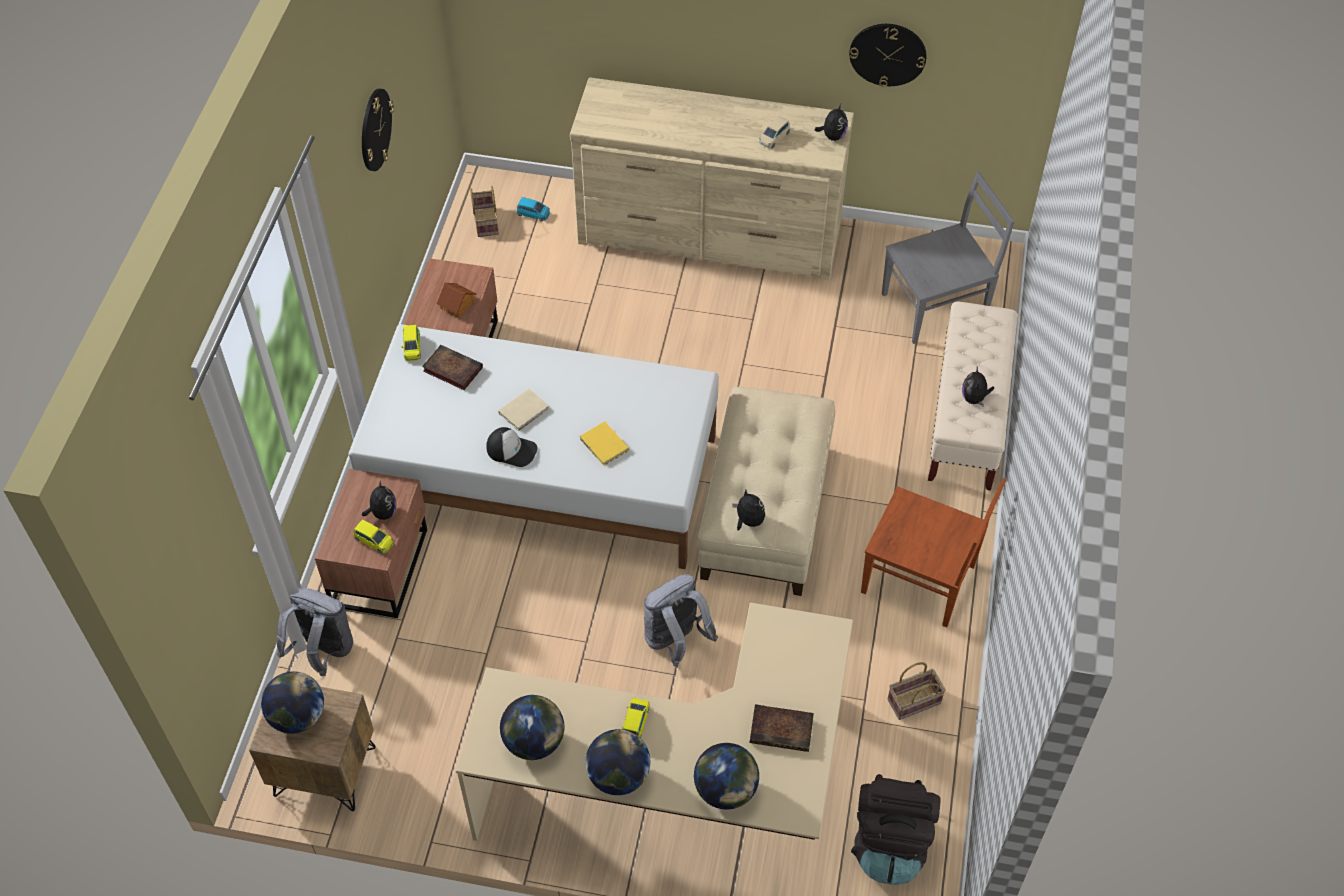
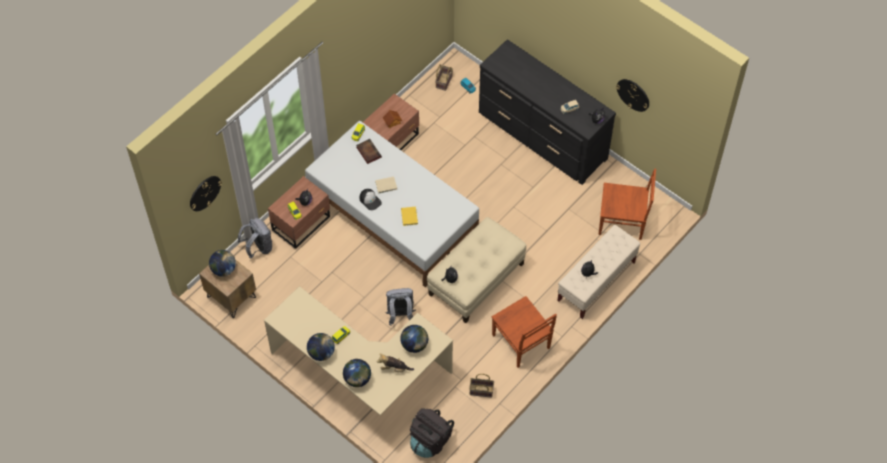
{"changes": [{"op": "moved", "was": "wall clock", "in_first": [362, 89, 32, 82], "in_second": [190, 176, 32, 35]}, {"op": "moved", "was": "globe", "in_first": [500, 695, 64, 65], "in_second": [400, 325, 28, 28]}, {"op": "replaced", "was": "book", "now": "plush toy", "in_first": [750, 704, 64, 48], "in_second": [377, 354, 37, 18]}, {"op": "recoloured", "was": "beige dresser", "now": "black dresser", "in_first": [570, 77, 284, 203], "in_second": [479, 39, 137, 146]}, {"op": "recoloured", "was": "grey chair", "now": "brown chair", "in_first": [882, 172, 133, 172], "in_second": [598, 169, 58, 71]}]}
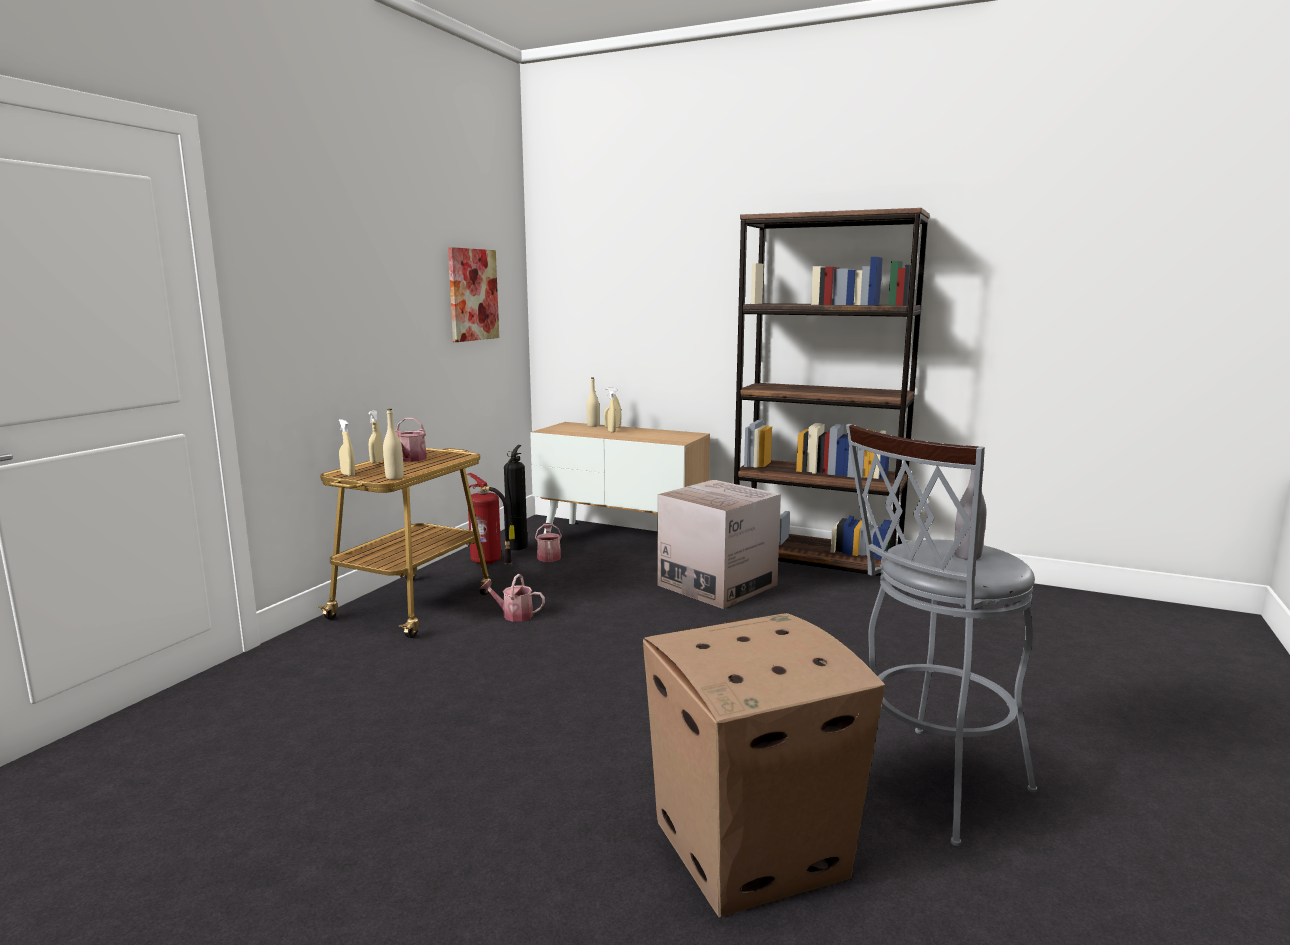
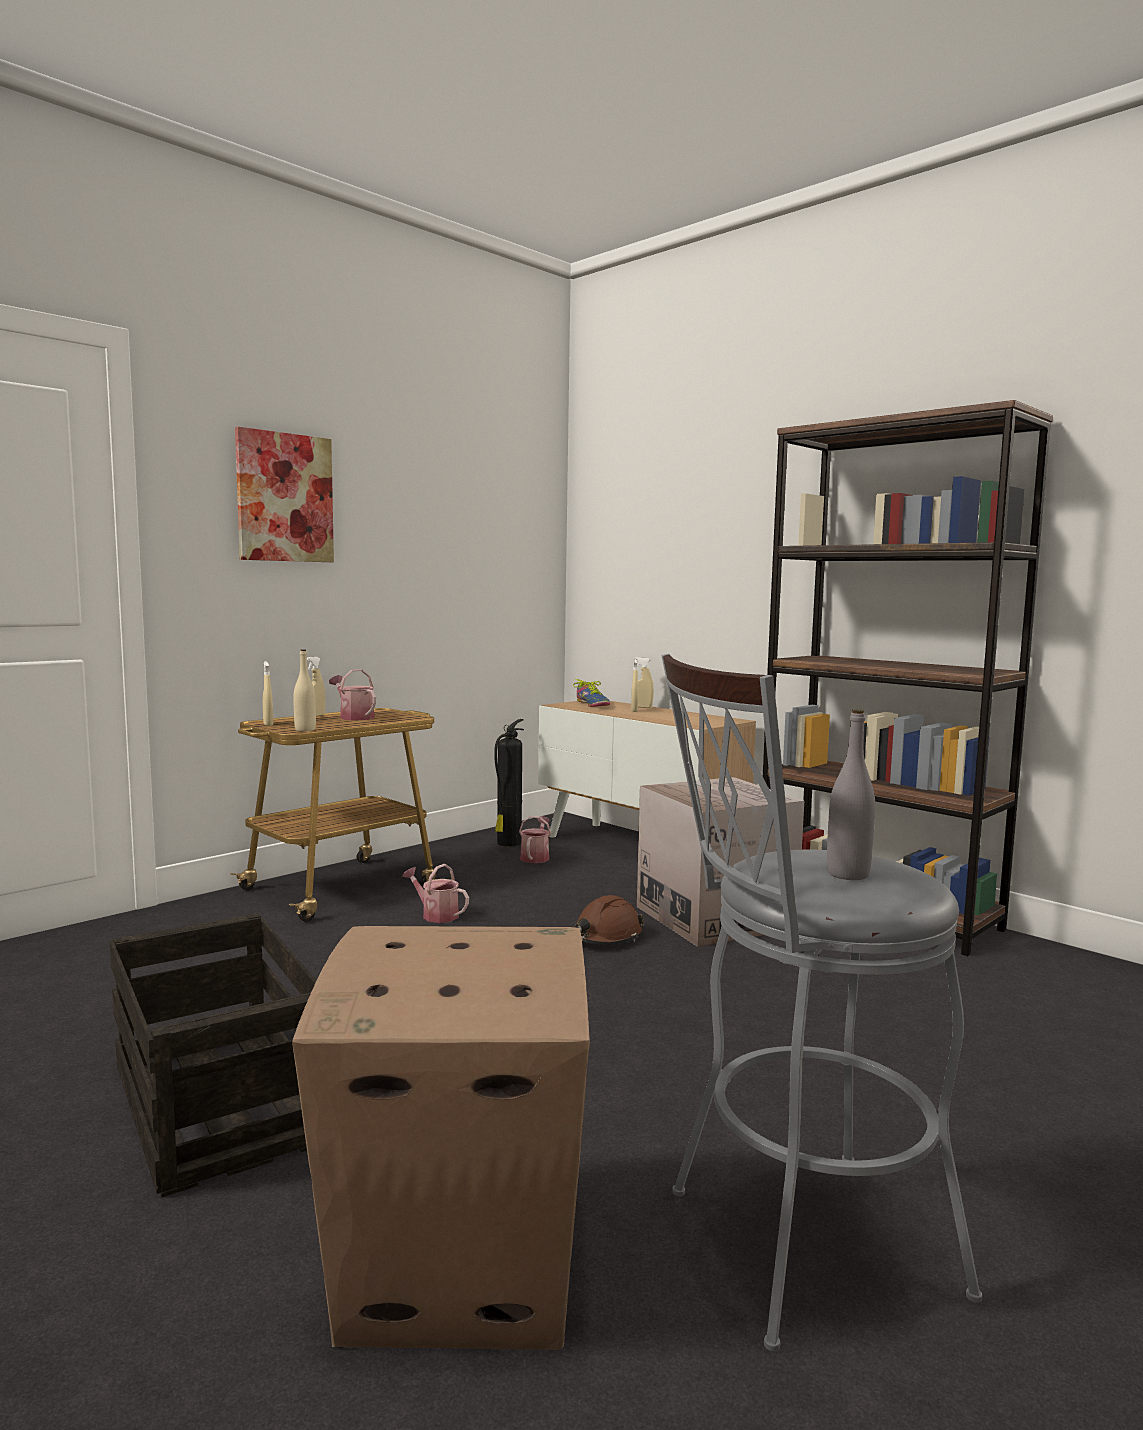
{"changes": [{"op": "removed", "was": "fire extinguisher", "in_first": [467, 473, 45, 91]}, {"op": "removed", "was": "beige bottle", "in_first": [587, 377, 12, 50]}, {"op": "added", "now": "crate", "in_second": [109, 913, 208, 284]}, {"op": "added", "now": "brown hard hat", "in_second": [572, 895, 72, 50]}, {"op": "added", "now": "shoe", "in_second": [573, 679, 37, 28]}, {"op": "moved", "was": "picture", "in_first": [448, 247, 51, 95], "in_second": [235, 427, 99, 135]}, {"op": "turned", "was": "watering can", "in_first": [396, 418, 31, 44], "in_second": [329, 669, 47, 51], "clockwise": 105}]}
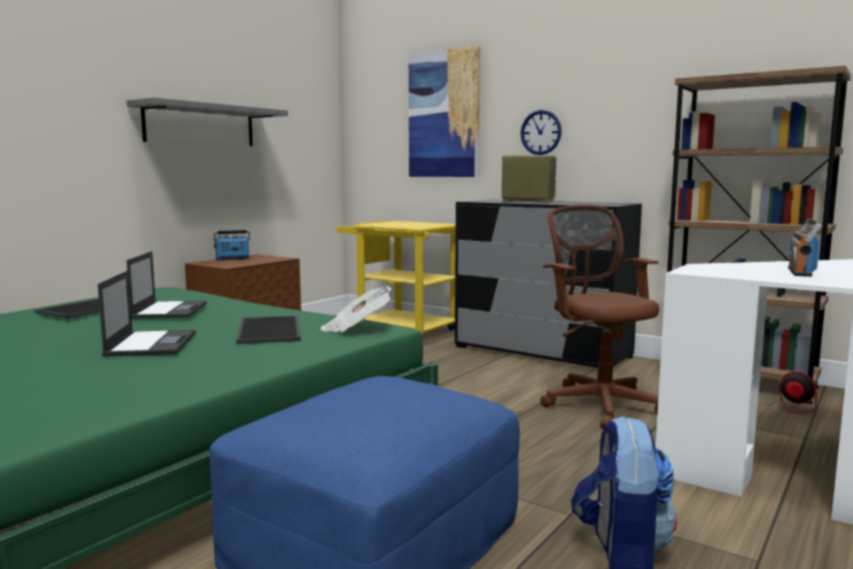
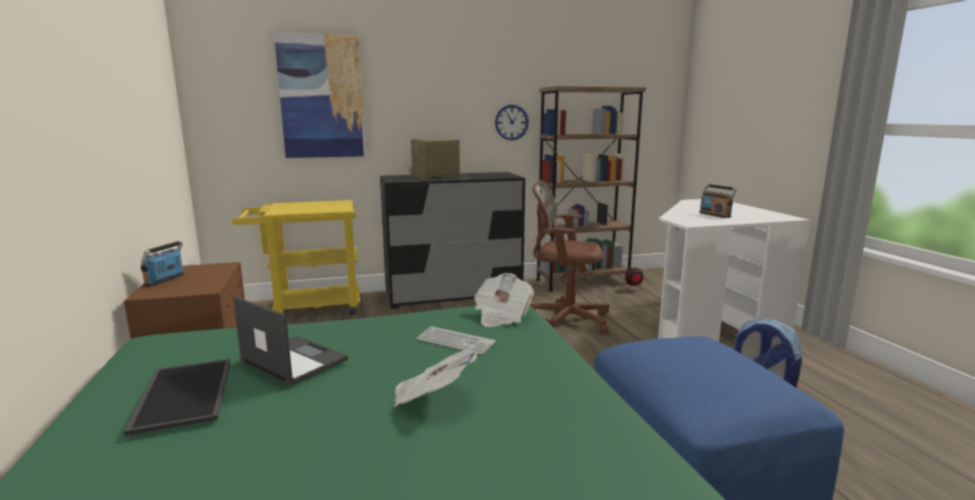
{"changes": [{"op": "removed", "was": "grey shelf", "in_first": [127, 97, 161, 49]}, {"op": "moved", "was": "wall clock", "in_first": [521, 110, 41, 45], "in_second": [495, 104, 34, 36]}, {"op": "replaced", "was": "laptop", "now": "newspaper", "in_first": [98, 270, 98, 86], "in_second": [393, 348, 84, 59]}, {"op": "replaced", "was": "tray", "now": "keyboard", "in_first": [236, 315, 65, 29], "in_second": [416, 326, 80, 29]}]}
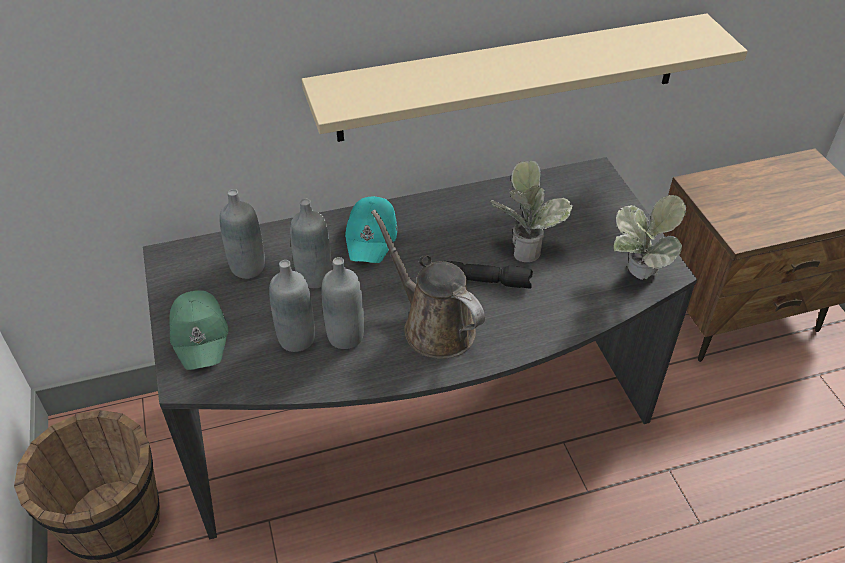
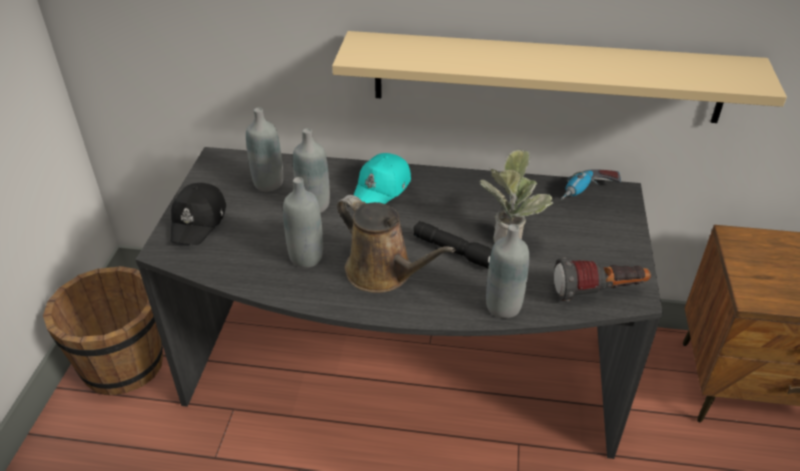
{"changes": [{"op": "added", "now": "power drill", "in_second": [561, 169, 60, 31]}, {"op": "moved", "was": "grey bottle", "in_first": [269, 260, 46, 92], "in_second": [486, 224, 43, 94]}, {"op": "replaced", "was": "potted plant", "now": "flashlight", "in_first": [614, 195, 73, 85], "in_second": [554, 257, 97, 45]}, {"op": "recoloured", "was": "green cap", "now": "black cap", "in_first": [169, 290, 59, 80], "in_second": [171, 183, 55, 62]}, {"op": "turned", "was": "brown watering can", "in_first": [371, 209, 114, 150], "in_second": [337, 195, 118, 98], "clockwise": 150}]}
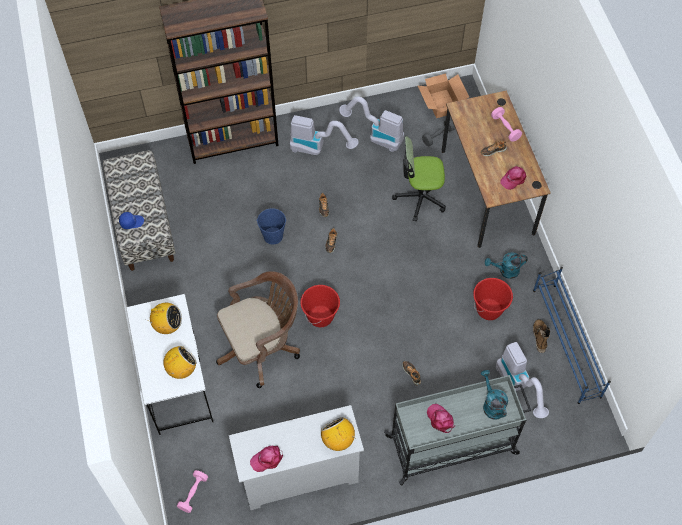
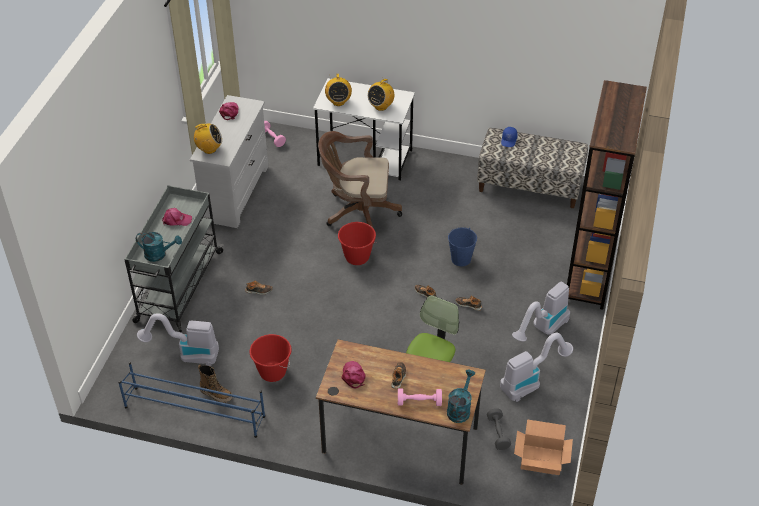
{"changes": [{"op": "moved", "was": "turquoise watering can", "in_first": [485, 252, 42, 27], "in_second": [447, 369, 29, 54]}, {"op": "turned", "was": "brown office chair", "in_first": [216, 271, 84, 117], "in_second": [318, 131, 84, 96], "clockwise": 90}]}
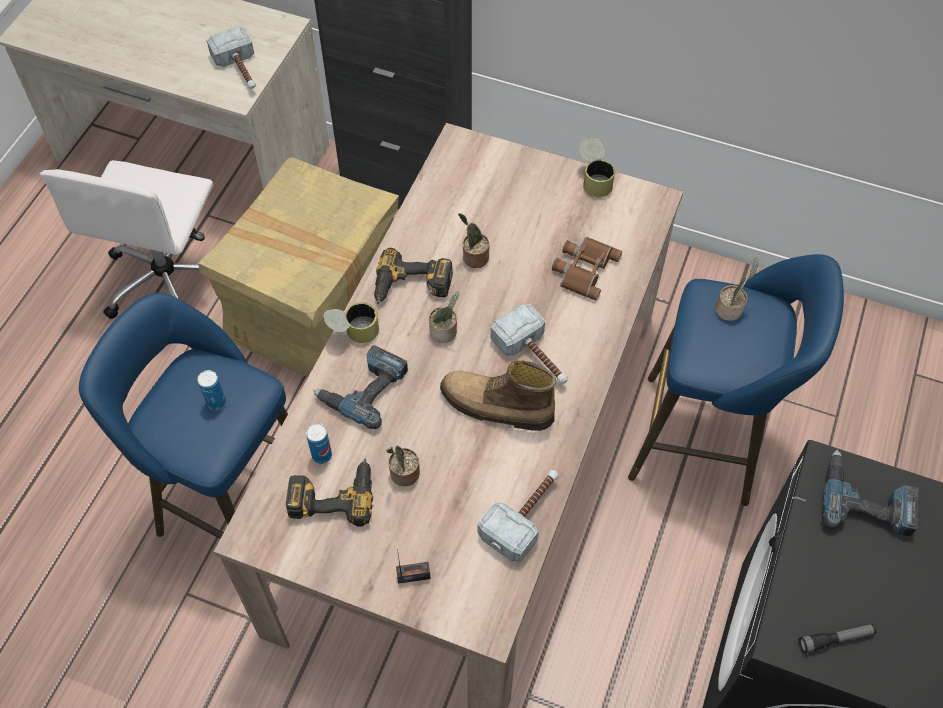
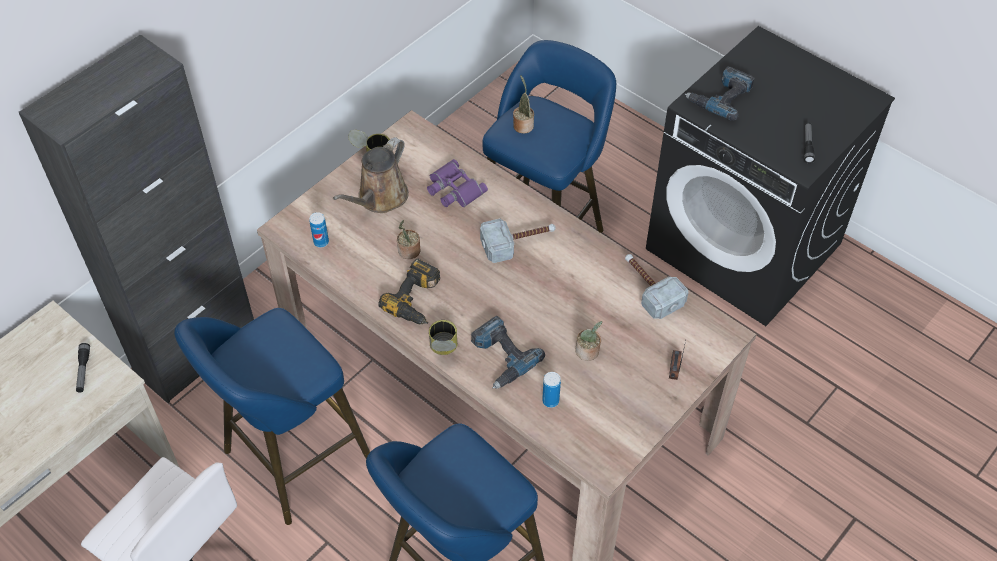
{"changes": [{"op": "removed", "was": "power drill", "in_first": [286, 459, 87, 68]}, {"op": "removed", "was": "potted plant", "in_first": [429, 291, 30, 52]}, {"op": "removed", "was": "boot", "in_first": [440, 360, 116, 71]}, {"op": "added", "now": "brown watering can", "in_second": [333, 137, 76, 76]}, {"op": "moved", "was": "can", "in_first": [197, 370, 29, 40], "in_second": [309, 212, 20, 36]}, {"op": "replaced", "was": "cardboard box", "now": "blue stool", "in_first": [198, 157, 201, 220], "in_second": [174, 308, 196, 217]}, {"op": "replaced", "was": "hammer", "now": "flashlight", "in_first": [207, 27, 49, 62], "in_second": [76, 343, 14, 50]}, {"op": "recoloured", "was": "brown binoculars", "now": "purple binoculars", "in_first": [552, 237, 70, 63], "in_second": [427, 159, 61, 48]}]}
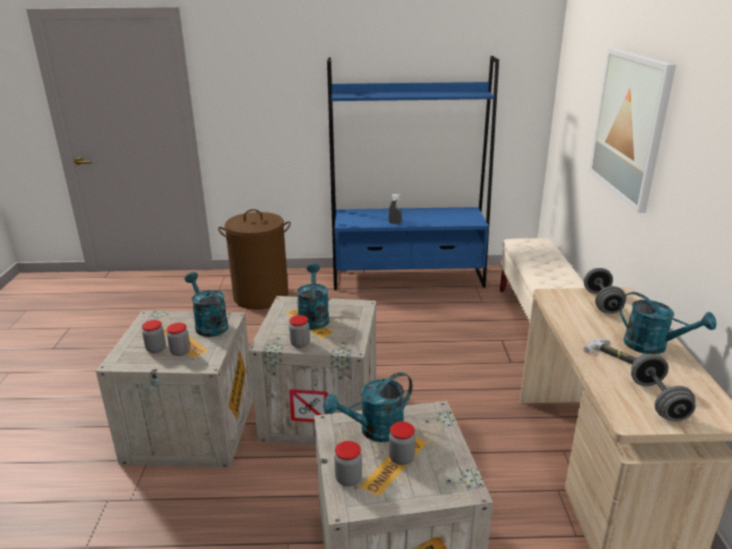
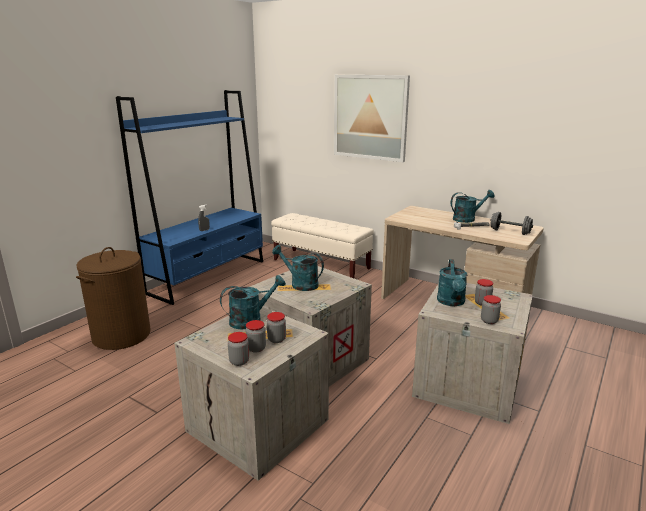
{"changes": [{"op": "removed", "was": "grey dumbbell", "in_first": [584, 268, 42, 46]}, {"op": "moved", "was": "jar", "in_first": [289, 315, 21, 33], "in_second": [228, 332, 21, 34]}, {"op": "turned", "was": "turquoise watering can", "in_first": [185, 272, 43, 65], "in_second": [220, 275, 66, 54], "clockwise": 150}]}
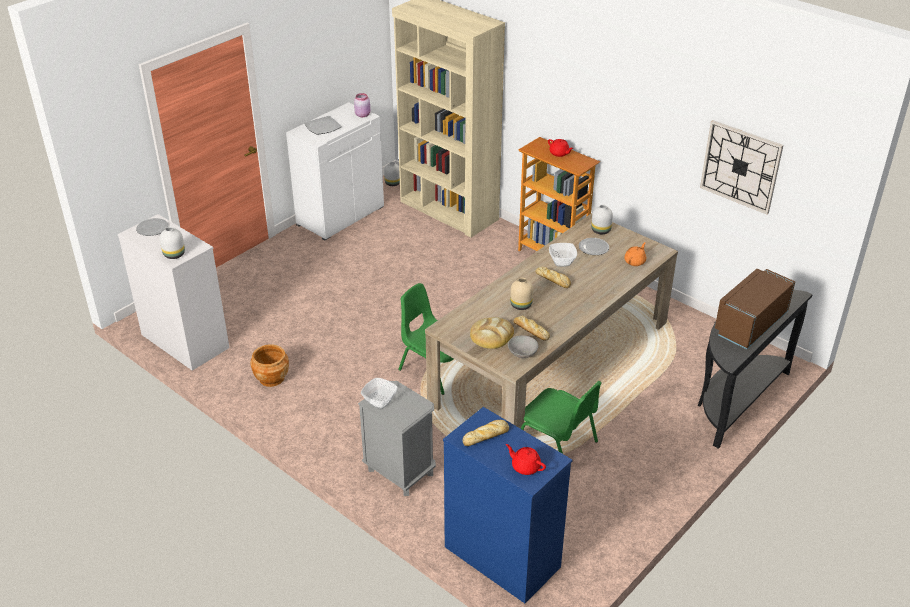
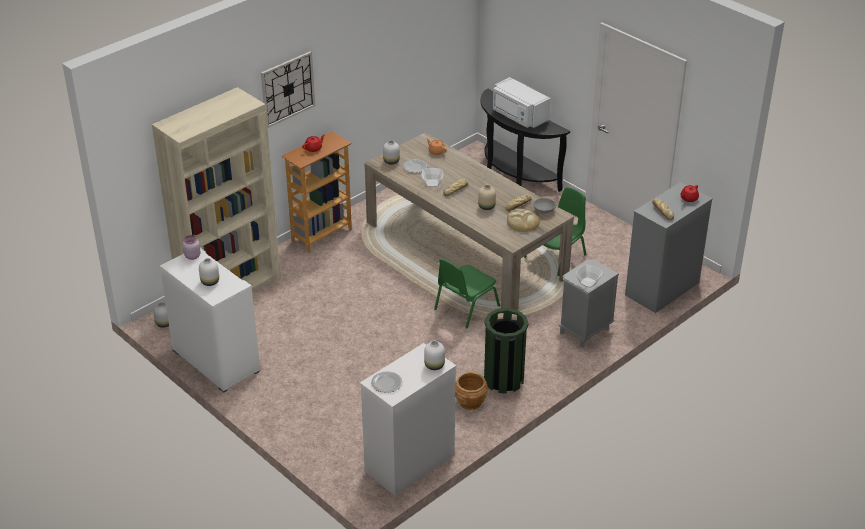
{"changes": [{"op": "added", "now": "green trash can", "in_second": [484, 308, 45, 85]}, {"op": "moved", "was": "wall clock", "in_first": [700, 120, 83, 94], "in_second": [261, 51, 54, 77]}, {"op": "replaced", "was": "plate", "now": "white vase", "in_first": [304, 116, 38, 19], "in_second": [199, 258, 20, 28]}, {"op": "recoloured", "was": "blue dresser", "now": "grey dresser", "in_first": [443, 407, 129, 196], "in_second": [625, 182, 88, 131]}, {"op": "recoloured", "was": "brown microwave", "now": "white microwave", "in_first": [715, 269, 80, 80], "in_second": [493, 77, 57, 51]}]}
